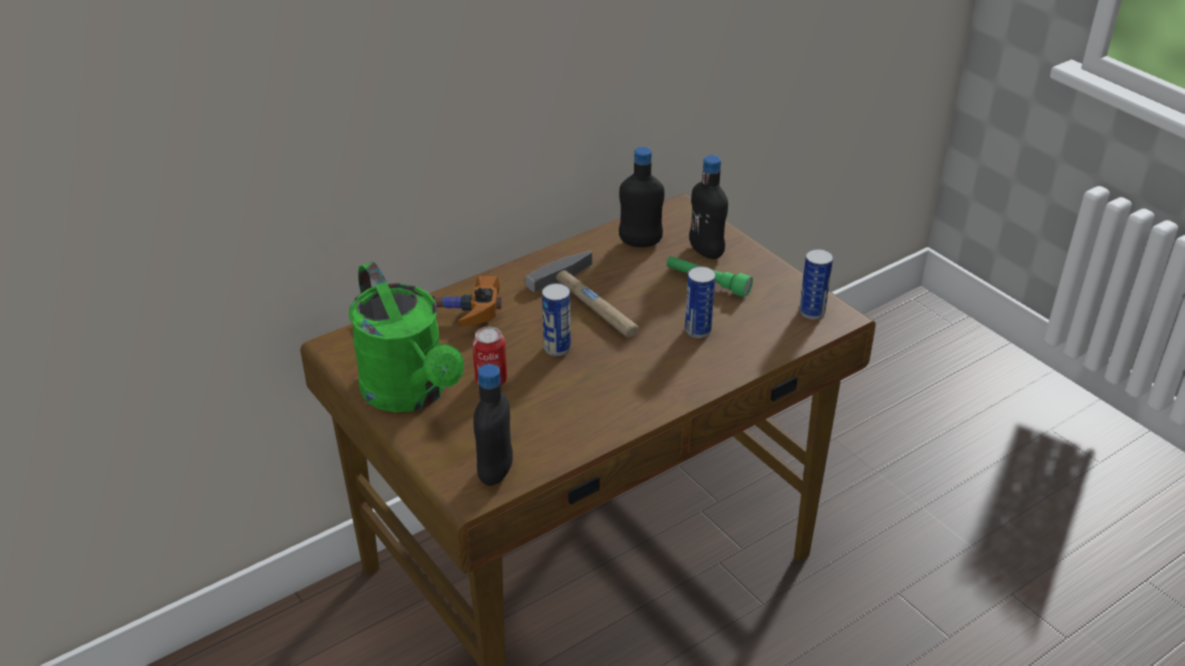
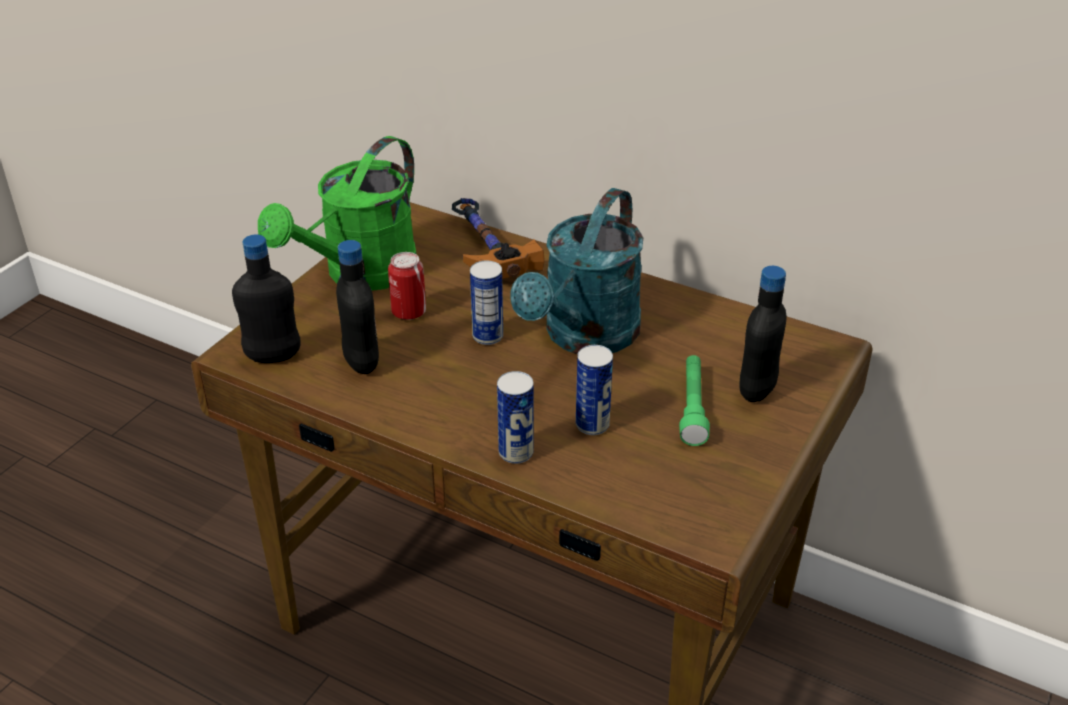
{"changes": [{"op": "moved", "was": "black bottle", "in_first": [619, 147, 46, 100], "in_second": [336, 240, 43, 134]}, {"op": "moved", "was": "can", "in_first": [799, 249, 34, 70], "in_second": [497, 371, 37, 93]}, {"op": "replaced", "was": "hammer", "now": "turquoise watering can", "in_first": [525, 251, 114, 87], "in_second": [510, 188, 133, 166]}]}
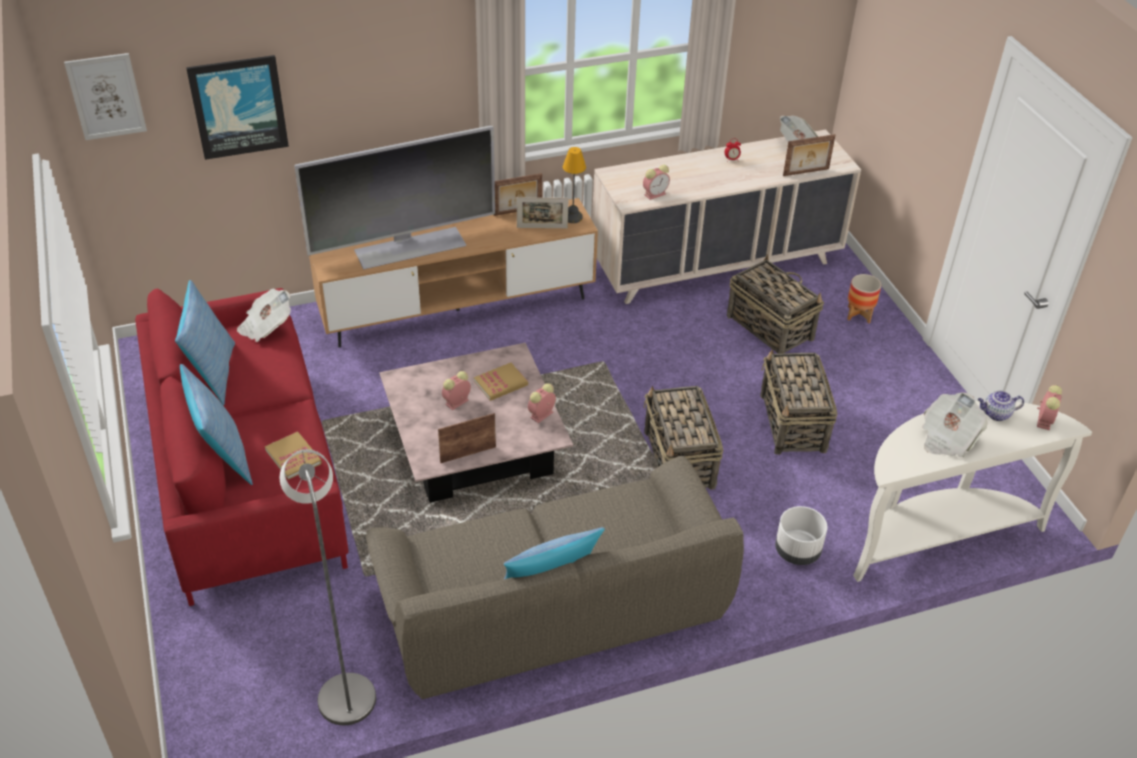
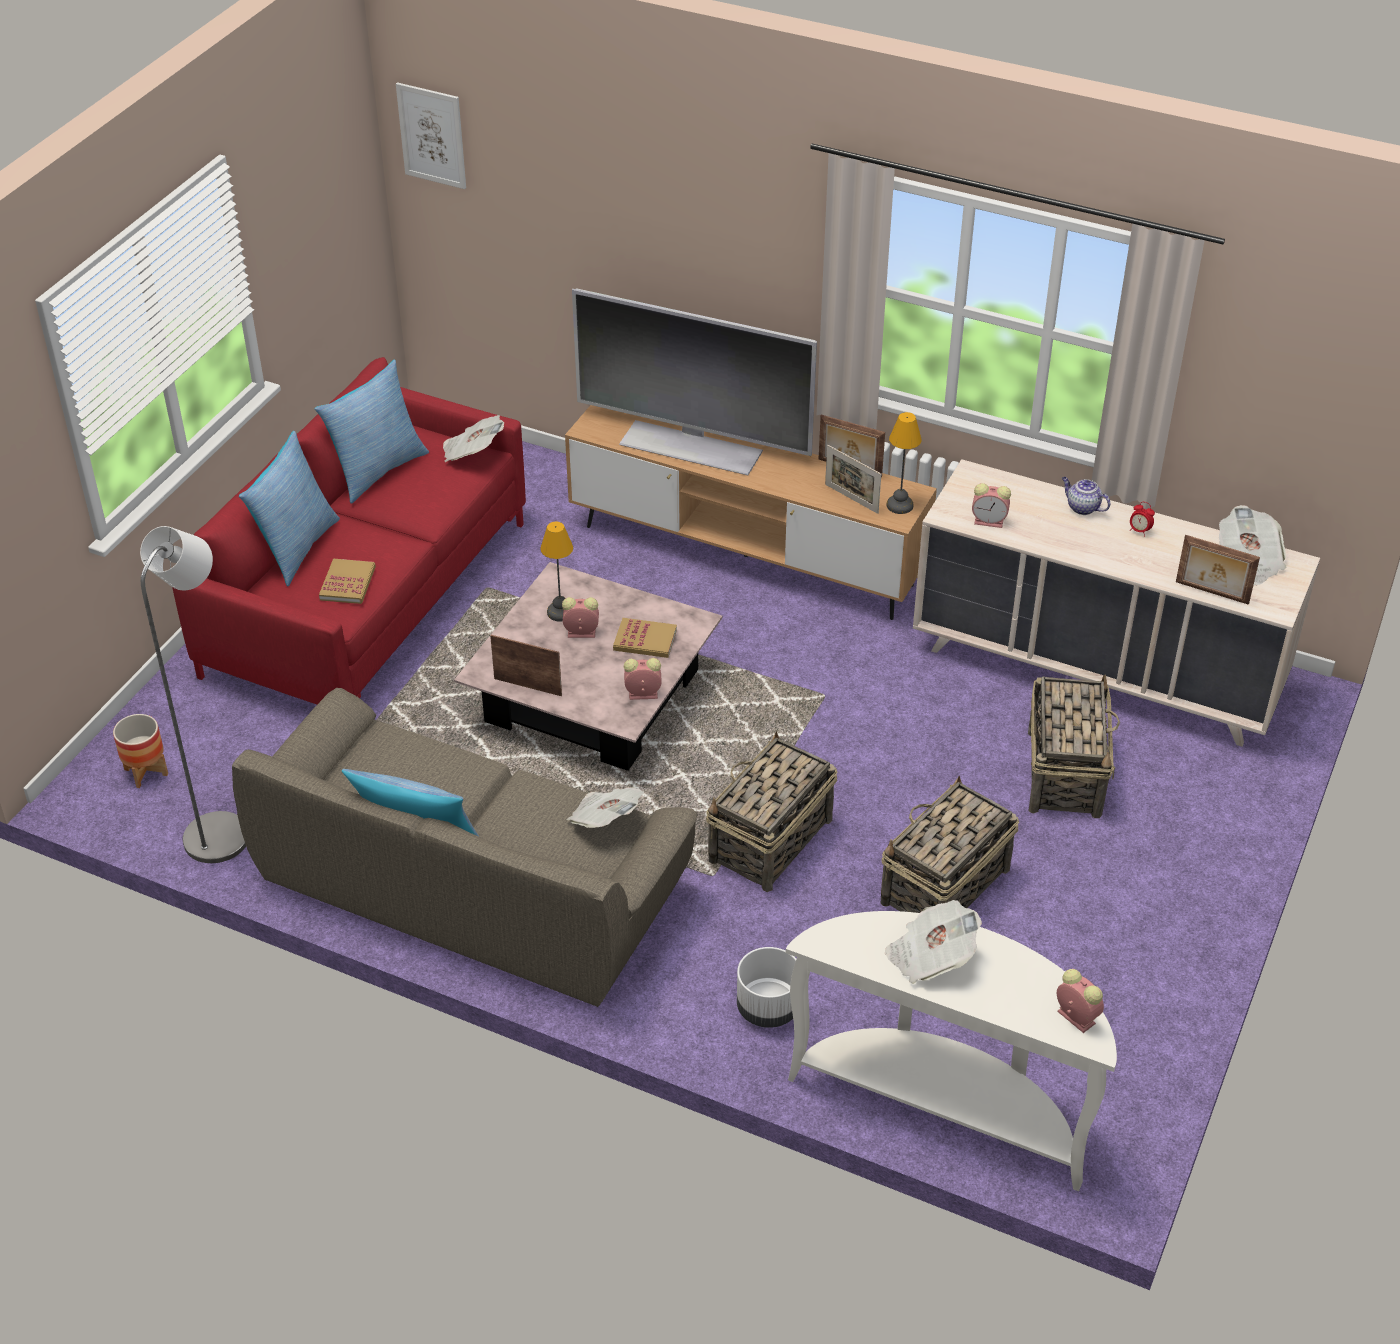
{"changes": [{"op": "removed", "was": "picture", "in_first": [186, 55, 103, 105]}, {"op": "added", "now": "table lamp", "in_second": [540, 521, 33, 101]}, {"op": "added", "now": "newspaper", "in_second": [567, 787, 77, 41]}, {"op": "moved", "was": "planter", "in_first": [847, 274, 34, 49], "in_second": [113, 714, 55, 74]}, {"op": "moved", "was": "teapot", "in_first": [978, 390, 46, 31], "in_second": [1062, 477, 48, 38]}, {"op": "turned", "was": "alarm clock", "in_first": [1037, 385, 25, 45], "in_second": [1057, 969, 47, 64], "clockwise": -105}]}
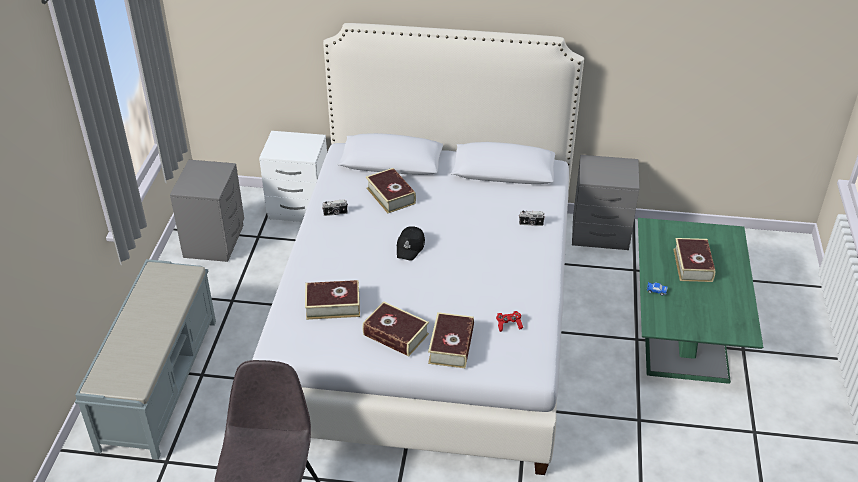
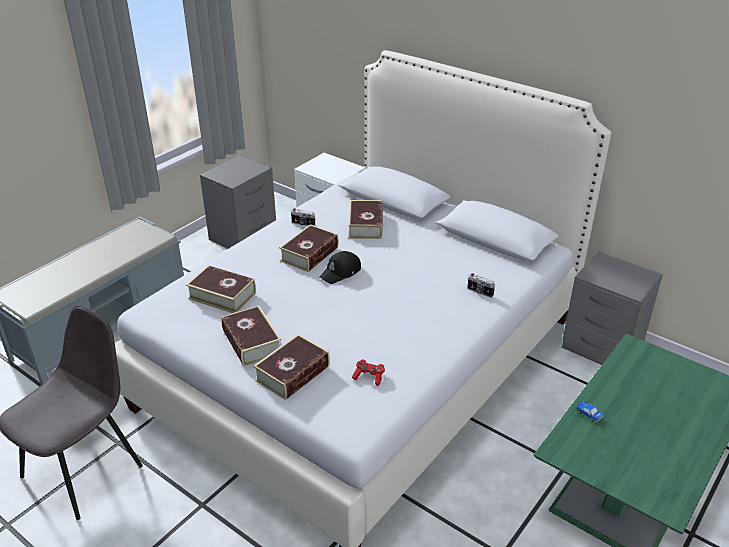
{"changes": [{"op": "moved", "was": "book", "in_first": [673, 238, 42, 44], "in_second": [279, 224, 60, 48]}]}
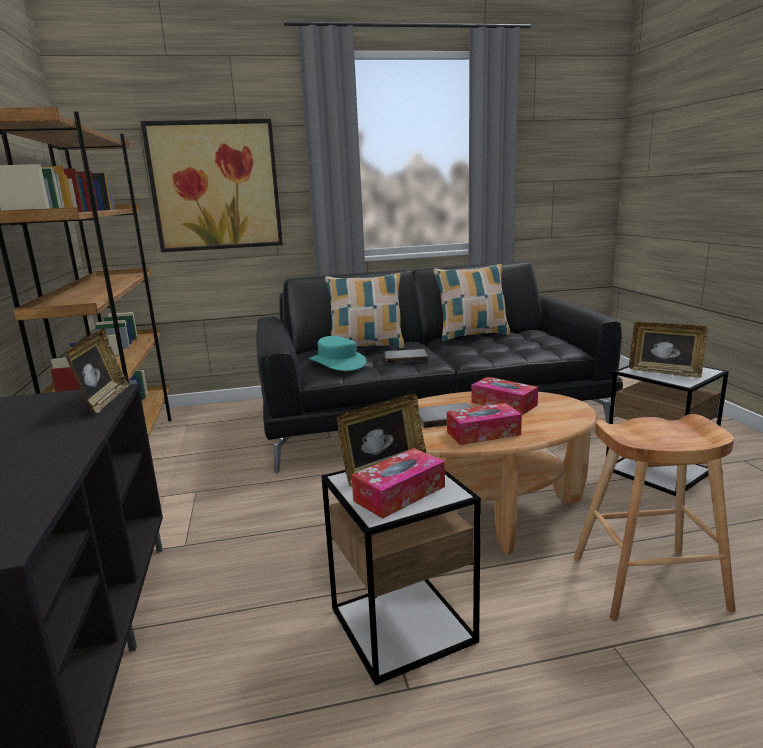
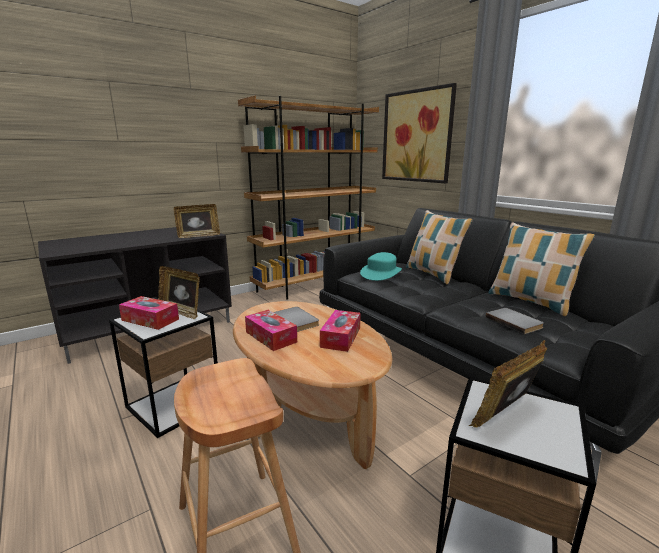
{"changes": [{"op": "moved", "was": "grey book", "in_first": [384, 349, 44, 14], "in_second": [486, 308, 58, 26]}, {"op": "turned", "was": "picture frame", "in_first": [629, 322, 79, 56], "in_second": [469, 340, 78, 88], "clockwise": 45}]}
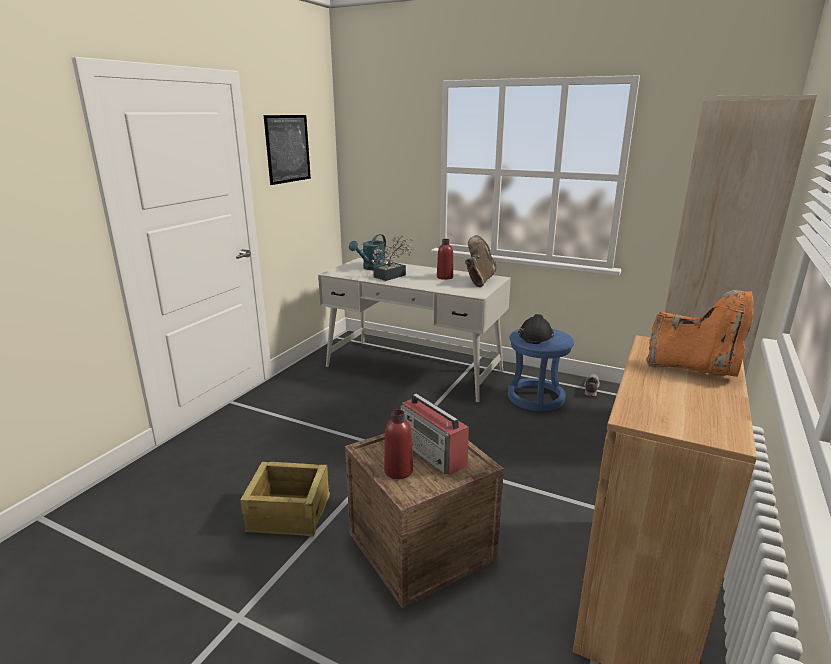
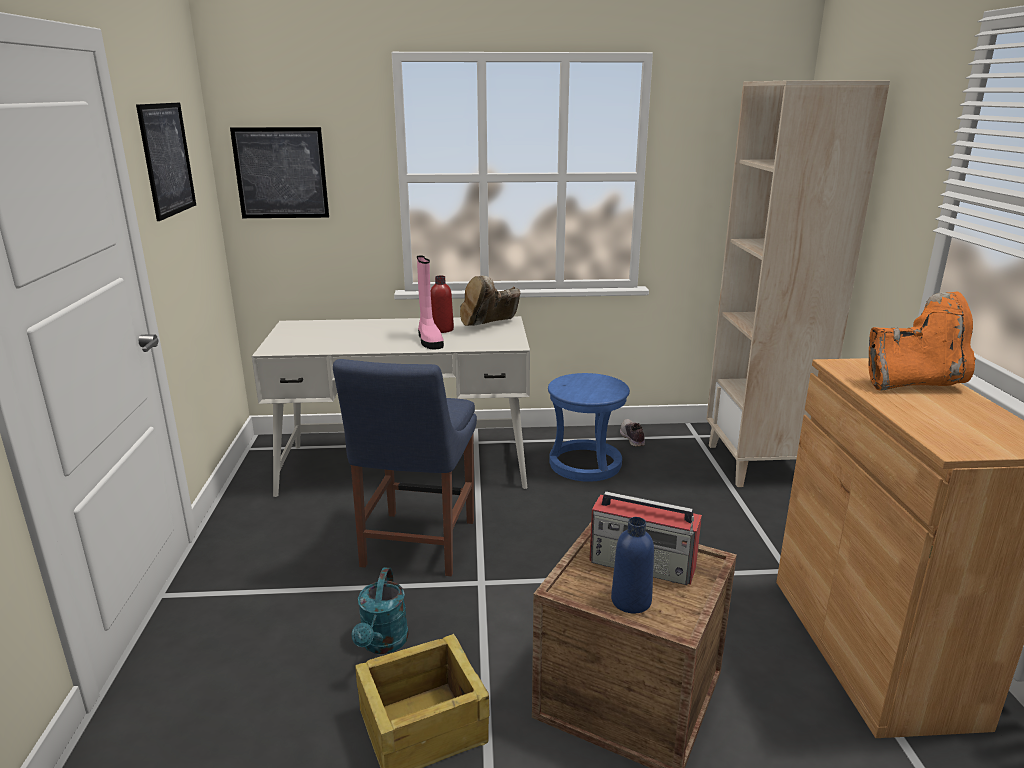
{"changes": [{"op": "removed", "was": "potted plant", "in_first": [371, 235, 42, 46]}, {"op": "removed", "was": "black hard hat", "in_first": [518, 314, 36, 30]}, {"op": "added", "now": "picture", "in_second": [230, 127, 99, 91]}, {"op": "added", "now": "blue chair", "in_second": [333, 359, 144, 217]}, {"op": "added", "now": "pink boot", "in_second": [417, 256, 27, 94]}, {"op": "moved", "was": "turquoise watering can", "in_first": [349, 234, 37, 36], "in_second": [351, 568, 58, 86]}, {"op": "recoloured", "was": "red bottle", "now": "blue bottle", "in_first": [384, 409, 29, 70], "in_second": [611, 517, 43, 96]}, {"op": "turned", "was": "brown boot", "in_first": [465, 235, 32, 52], "in_second": [460, 276, 60, 50], "clockwise": -120}]}
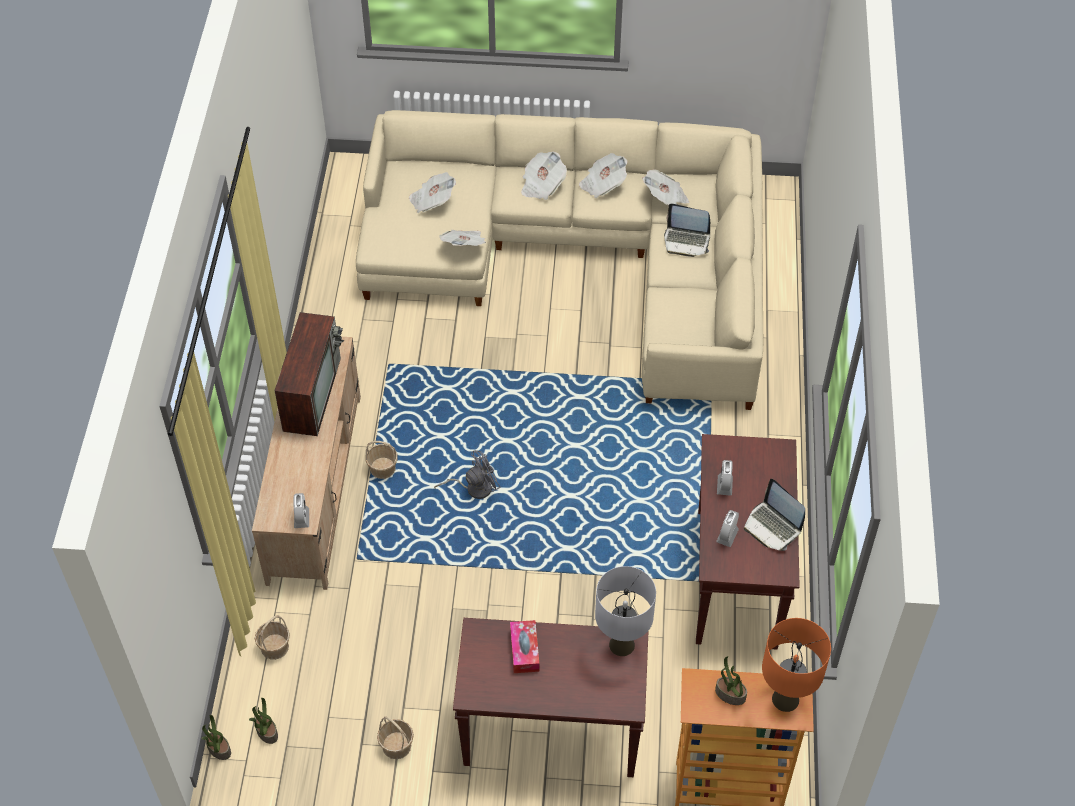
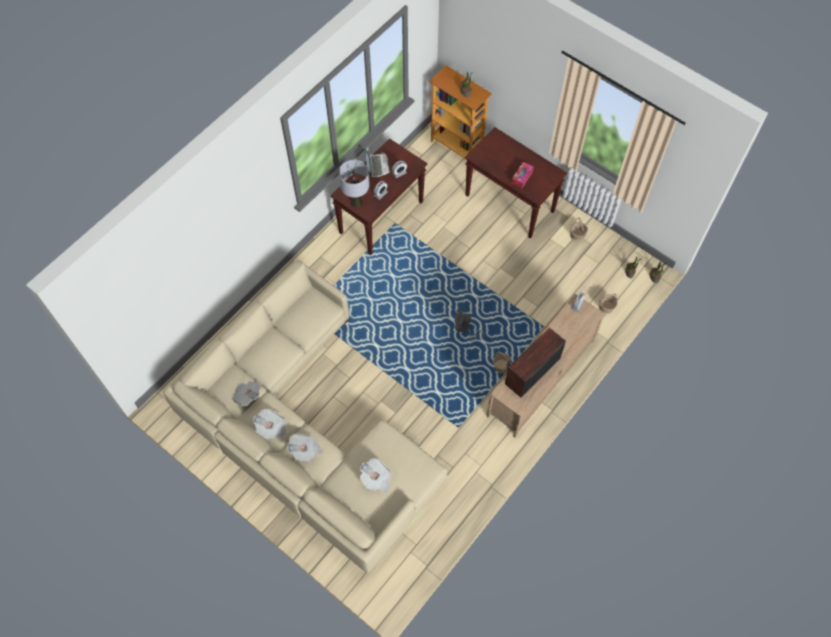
{"changes": [{"op": "removed", "was": "newspaper", "in_first": [439, 230, 47, 16]}, {"op": "removed", "was": "laptop", "in_first": [664, 204, 46, 53]}, {"op": "removed", "was": "orange table lamp", "in_first": [762, 618, 69, 94]}, {"op": "moved", "was": "grey table lamp", "in_first": [595, 566, 61, 90], "in_second": [339, 160, 30, 48]}]}
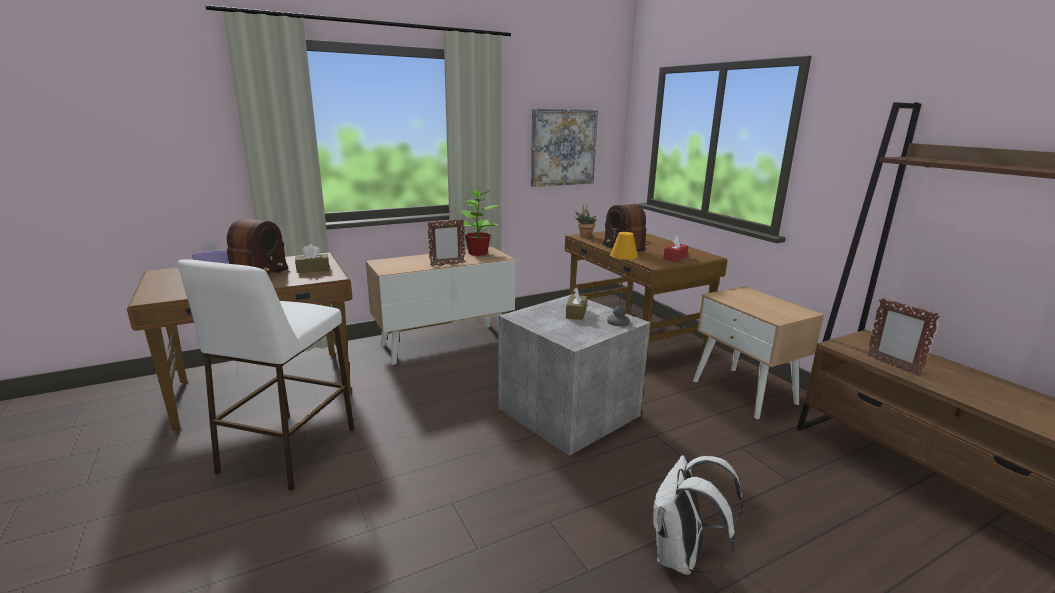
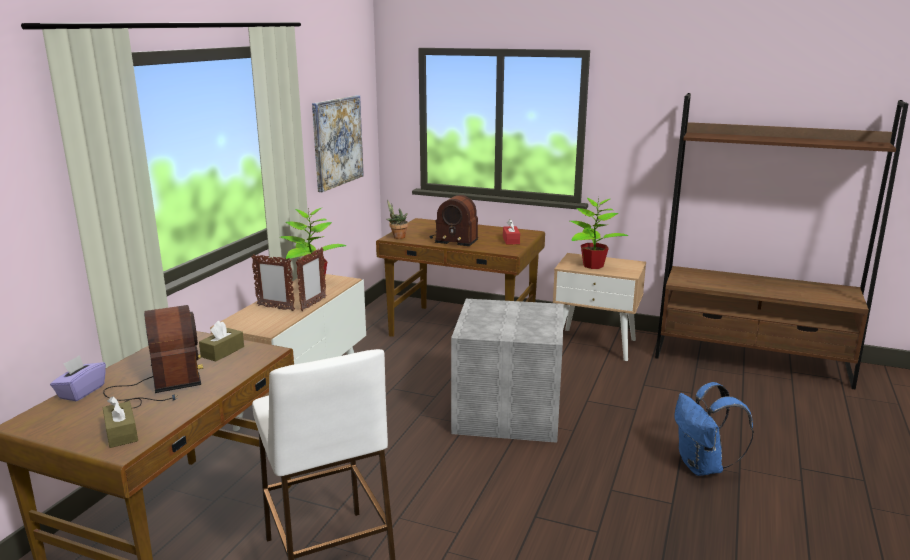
{"changes": [{"op": "removed", "was": "table lamp", "in_first": [607, 232, 31, 94]}, {"op": "added", "now": "potted plant", "in_second": [570, 198, 58, 71]}, {"op": "moved", "was": "brown tissue box", "in_first": [566, 288, 21, 32], "in_second": [102, 396, 36, 52]}, {"op": "moved", "was": "picture frame", "in_first": [867, 298, 73, 78], "in_second": [251, 254, 44, 57]}, {"op": "recoloured", "was": "white backpack", "now": "blue backpack", "in_first": [652, 455, 91, 120], "in_second": [674, 382, 80, 94]}]}
